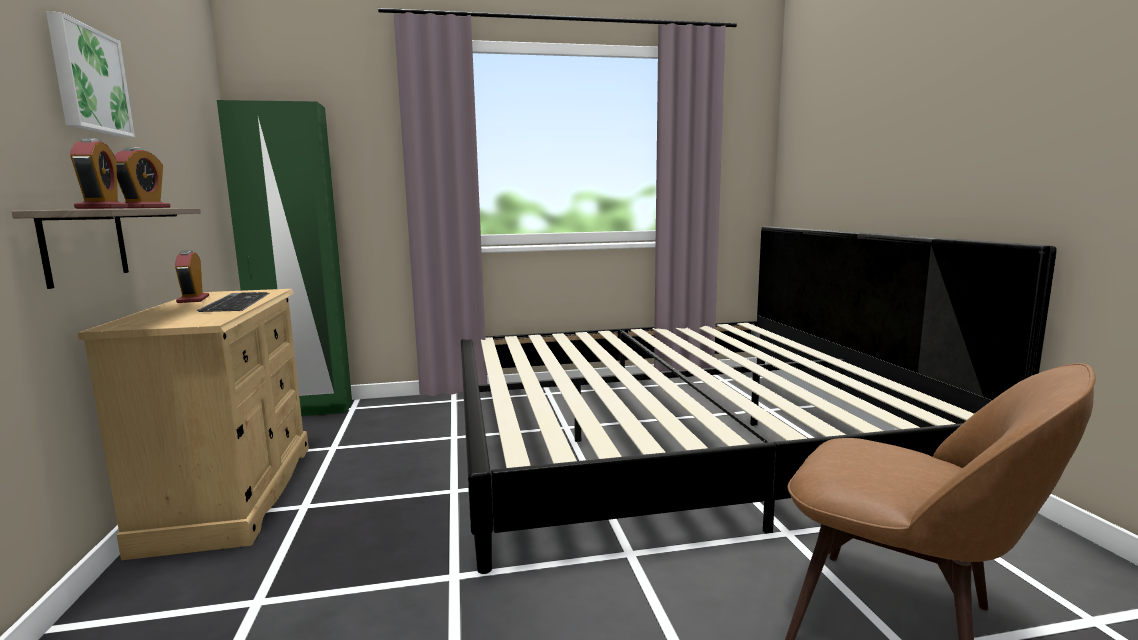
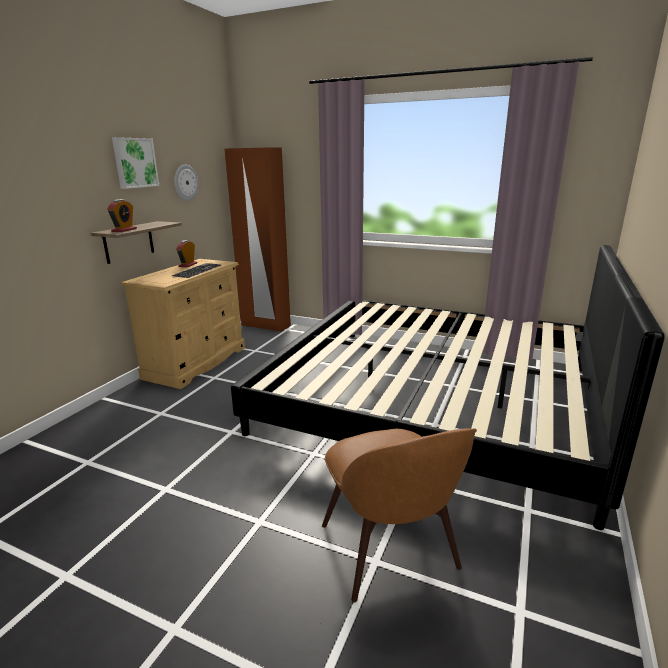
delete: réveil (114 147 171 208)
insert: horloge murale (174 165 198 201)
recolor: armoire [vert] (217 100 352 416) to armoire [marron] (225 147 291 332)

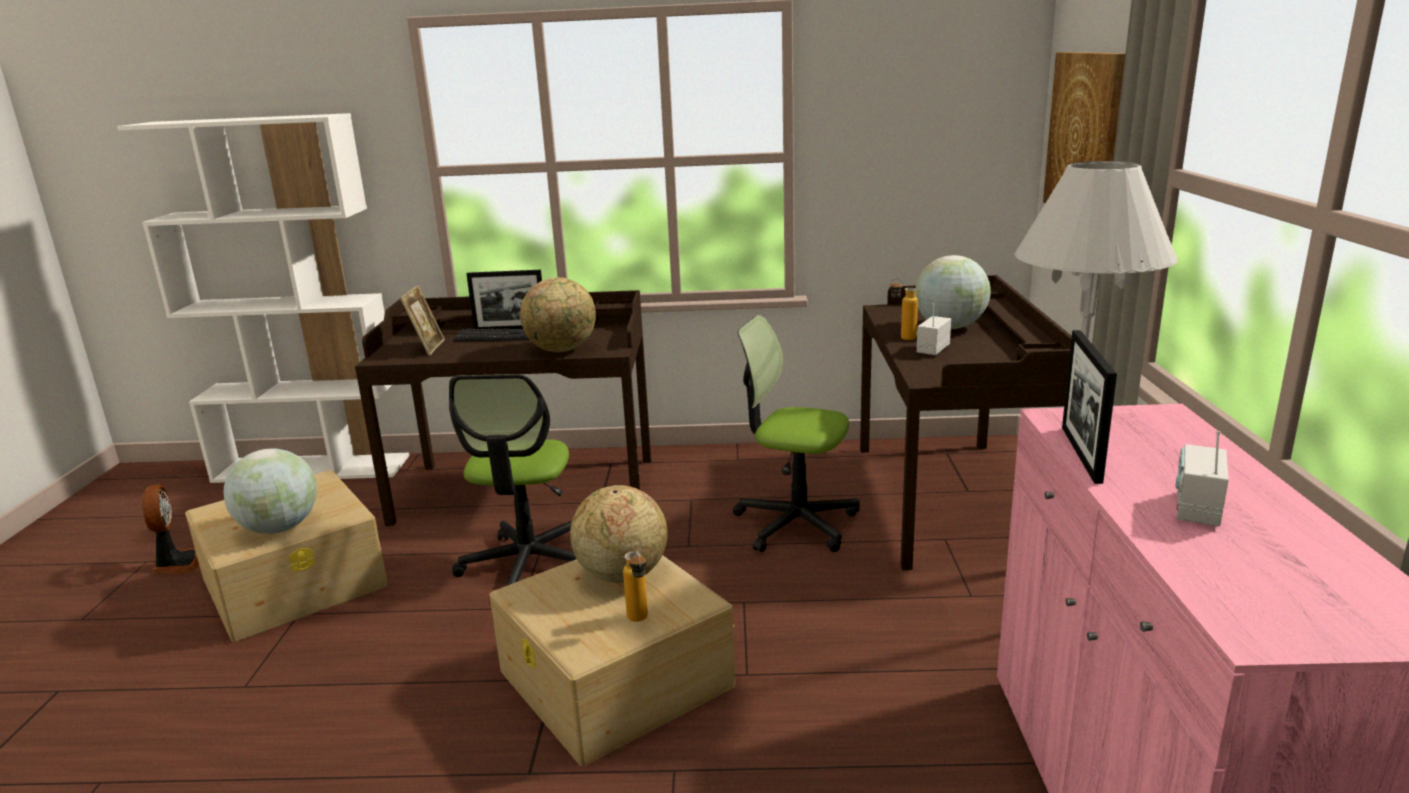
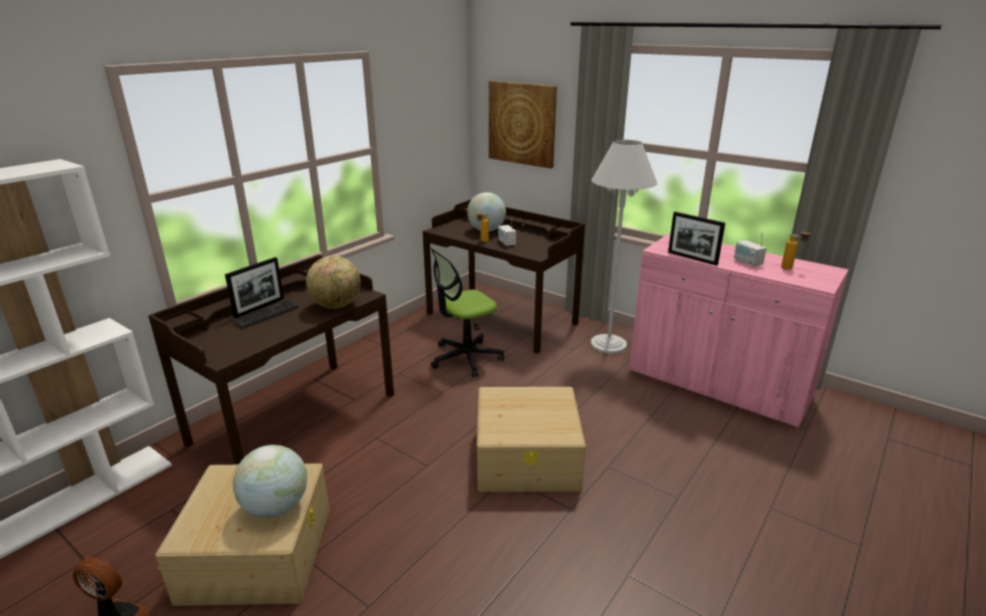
delete: cadre photo (400 285 445 356); chaise de bureau (449 374 576 585); globe (570 485 668 583)
move: bouteille (623 550 648 622) to (781 228 811 270)

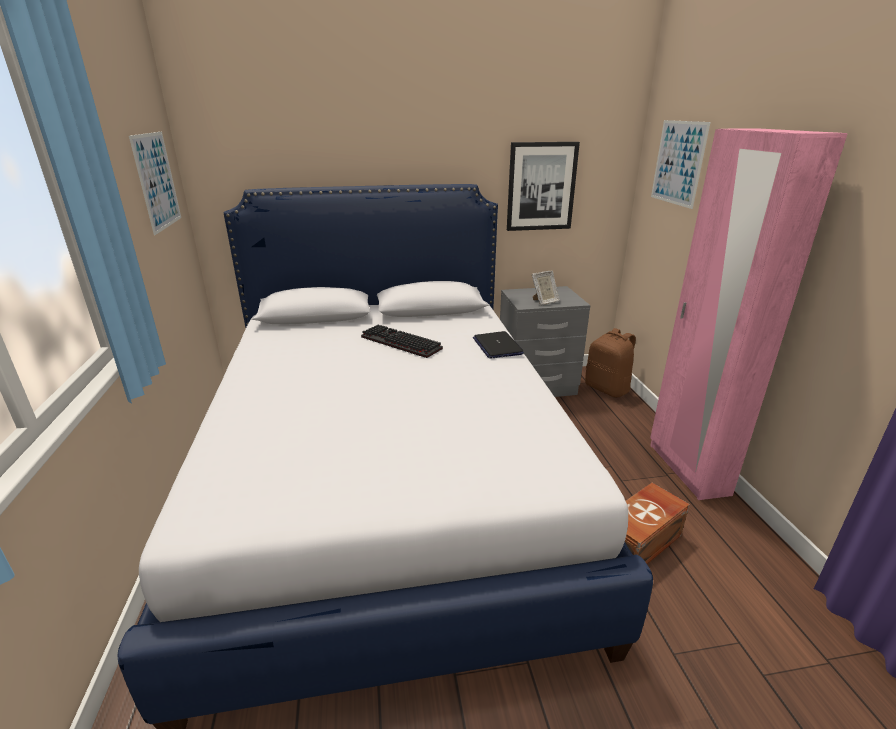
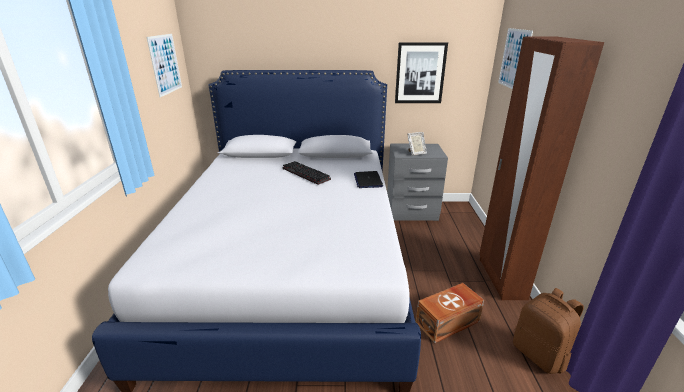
move: sac à dos [marron] (585 328 636 398) to (513 288 584 374)
recolor: armoire [rose] (650 128 848 500) to armoire [marron] (479 36 604 300)

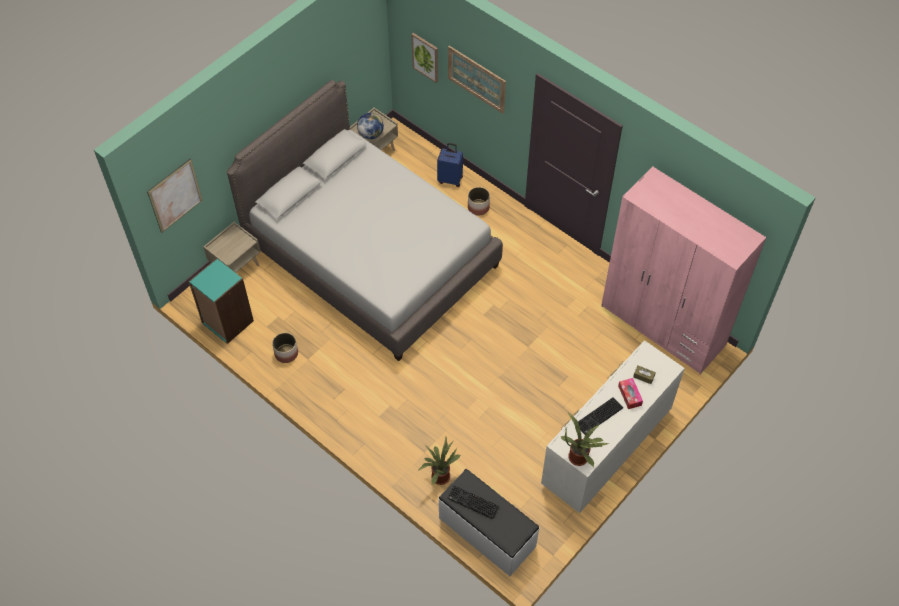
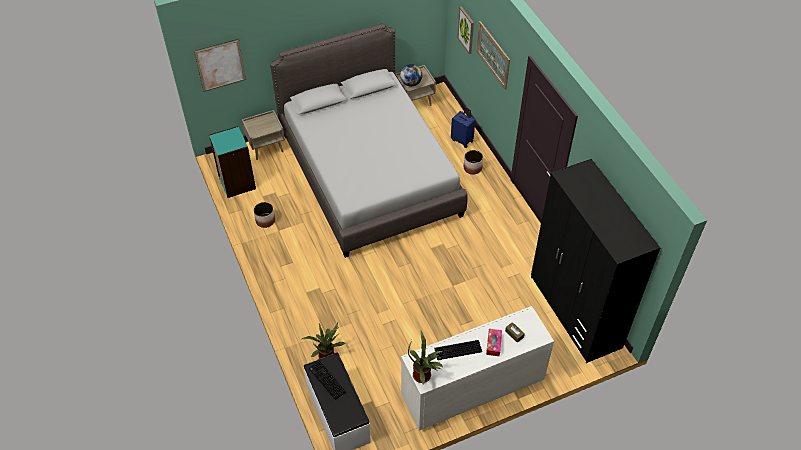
recolor: armoire [rose] (601 167 766 374) to armoire [noir] (531 159 660 363)

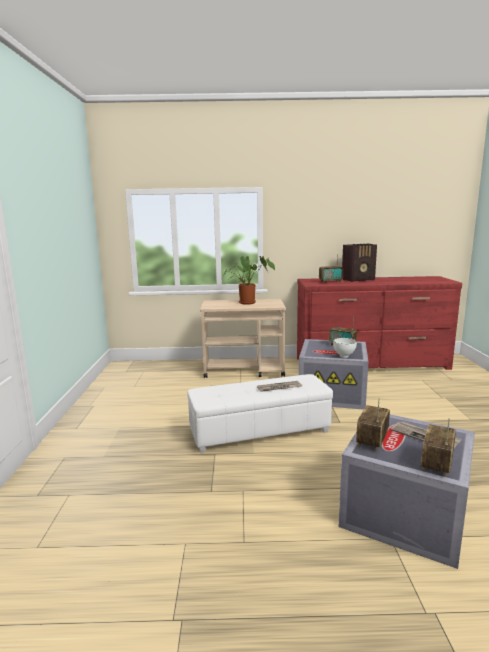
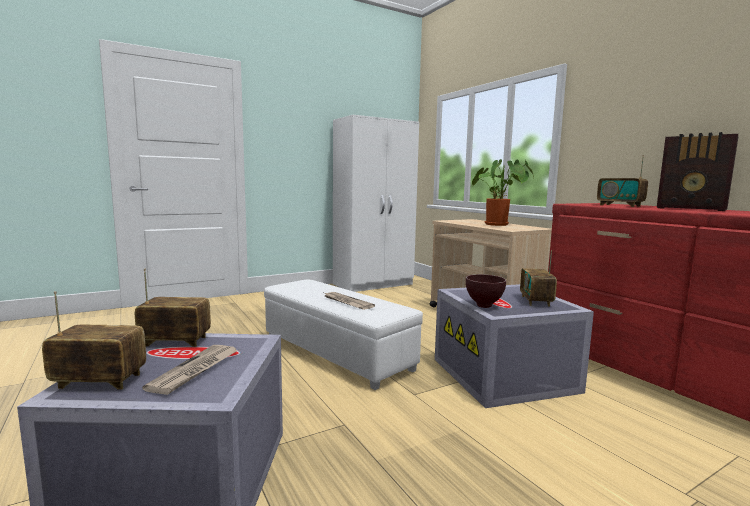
insert: armoire [blanc] (333 115 419 292)
recolor: bol [blanc] (333 338 357 358) to bol [marron] (466 274 506 308)

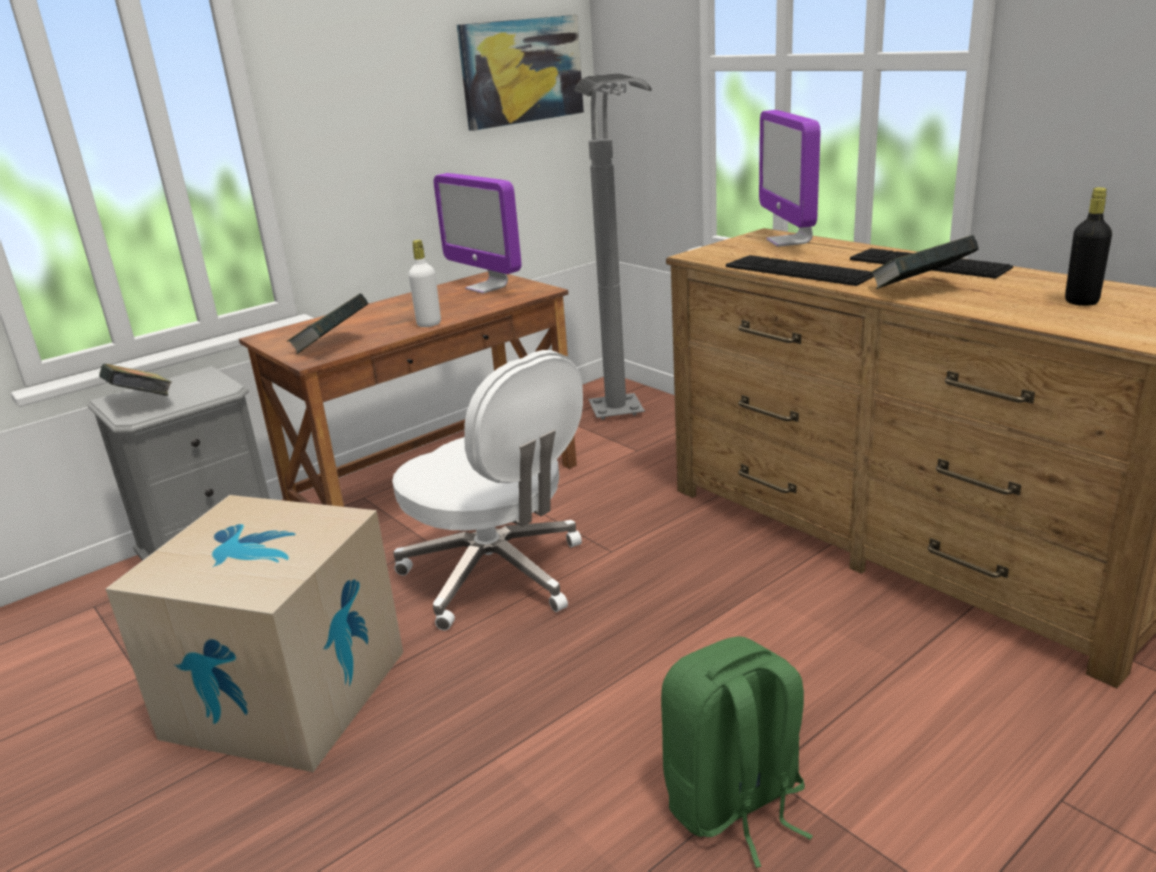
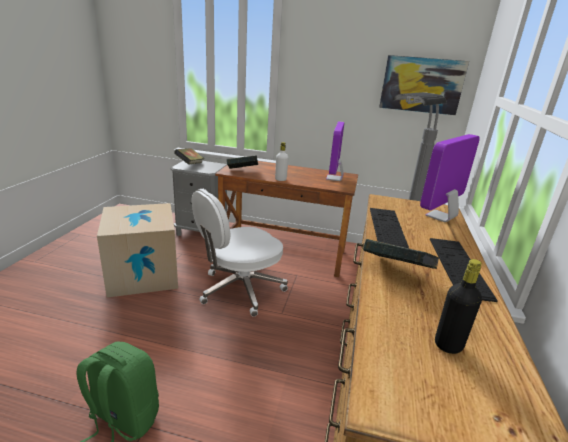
rotate: chaise de bureau [blanc] (392 350 583 631) = (192 189 288 317) 45 degrees clockwise

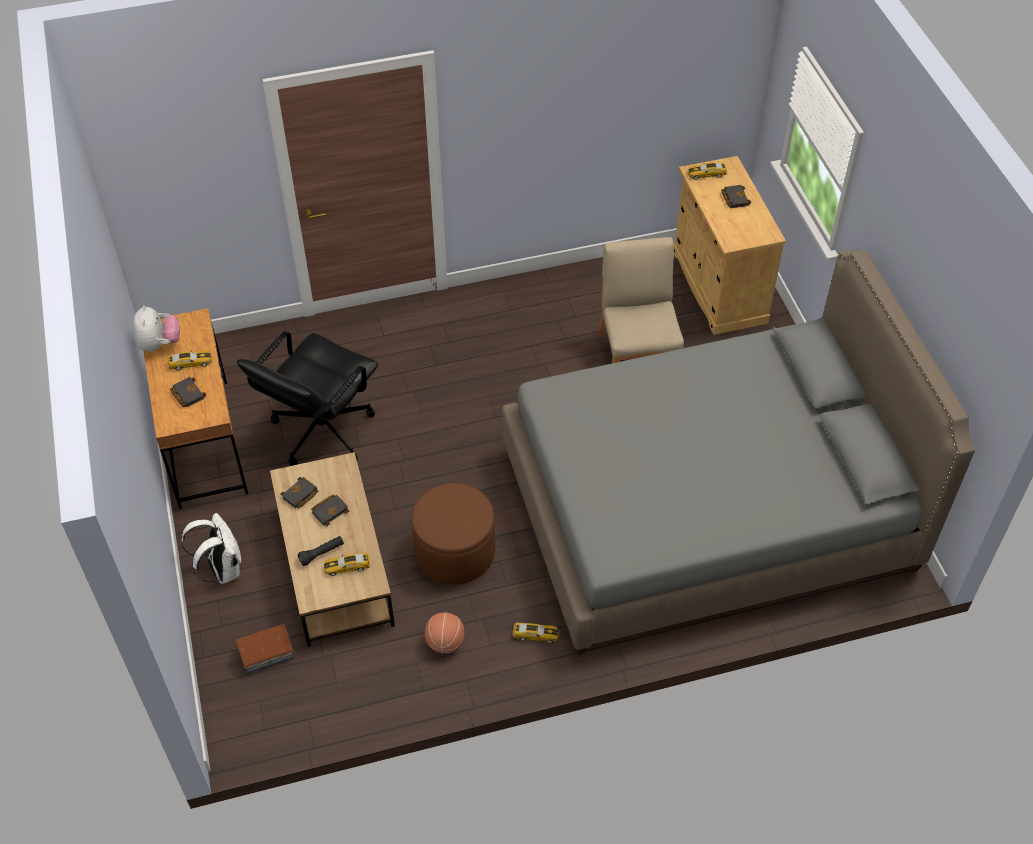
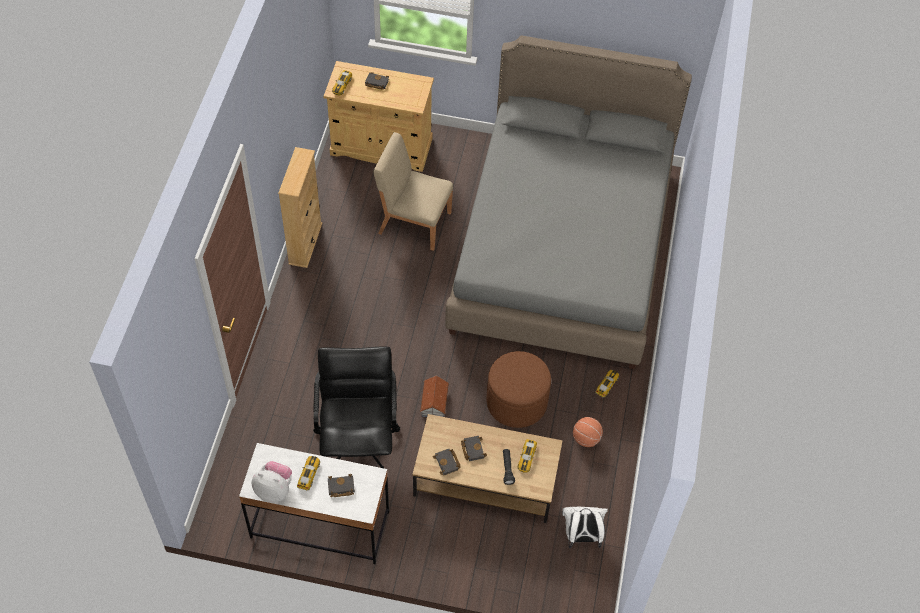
insert: bibliothèque [beige] (278 147 322 268)
move: sac à dos [blanc] (182 513 241 584) to (562 507 608 548); maison miniature (236 624 294 674) to (420 375 449 417)
recolor: bureau [marron] (143 308 248 509) to bureau [blanc] (239 443 389 564)
rotate: chaise de bureau [noir] (237 331 378 466) = (313 347 400 469) 150 degrees counterclockwise

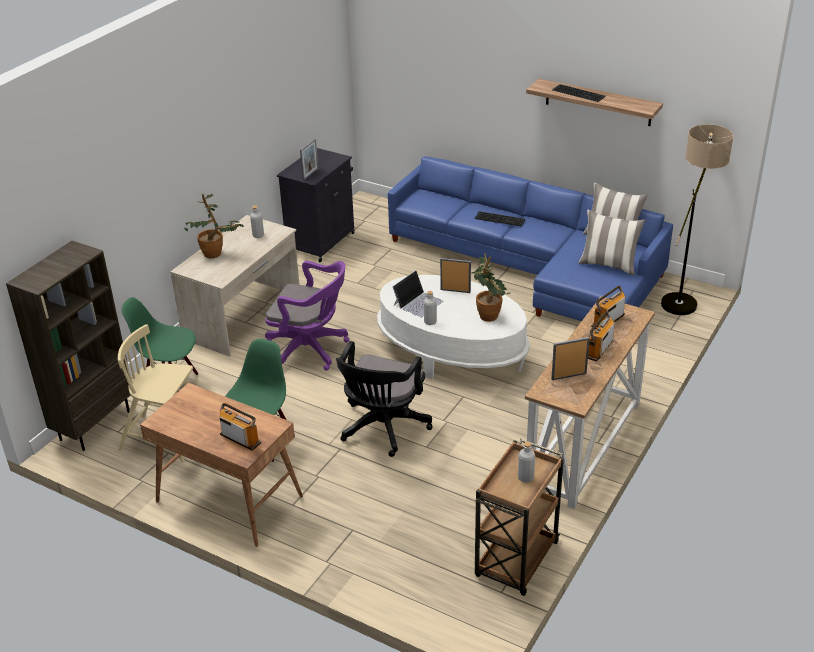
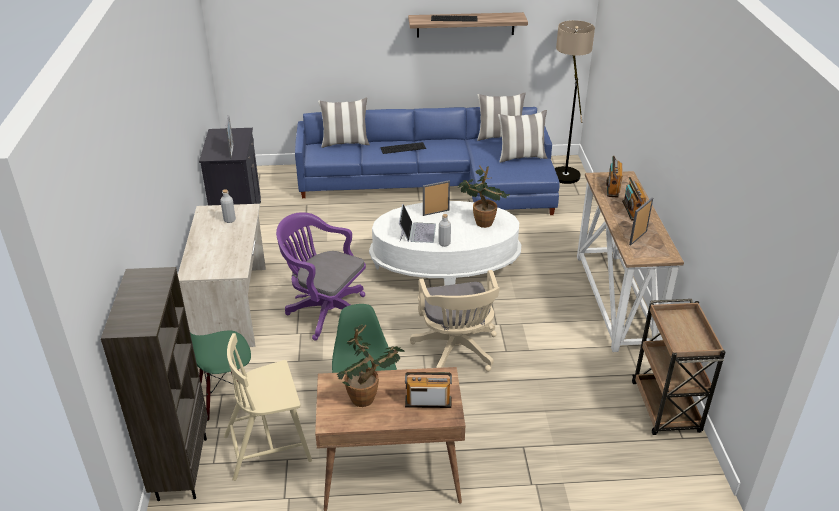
delete: bouteille [gris] (518 442 535 483)
insert: coussin (318 98 370 148)
move: plante en pot (184 193 244 258) to (337 325 404 407)
recolor: chaise de bureau [noir] (336 341 432 457) to chaise de bureau [beige] (410 270 500 372)
rotate: chaise de bureau [violet] (265 261 349 371) = (276 212 366 340) 135 degrees counterclockwise

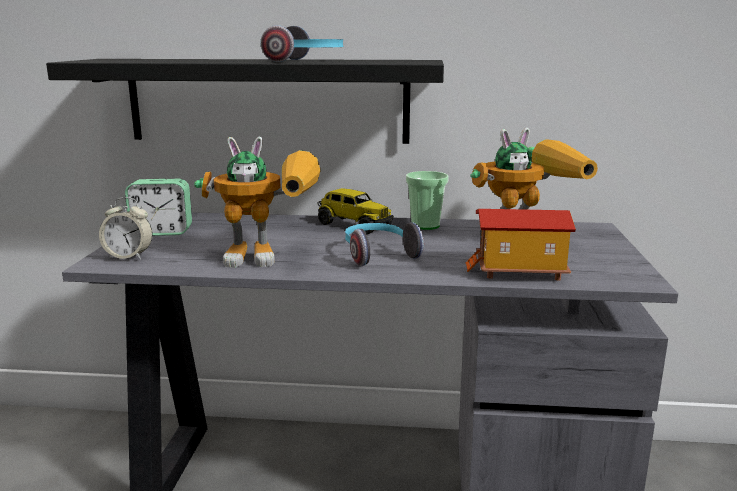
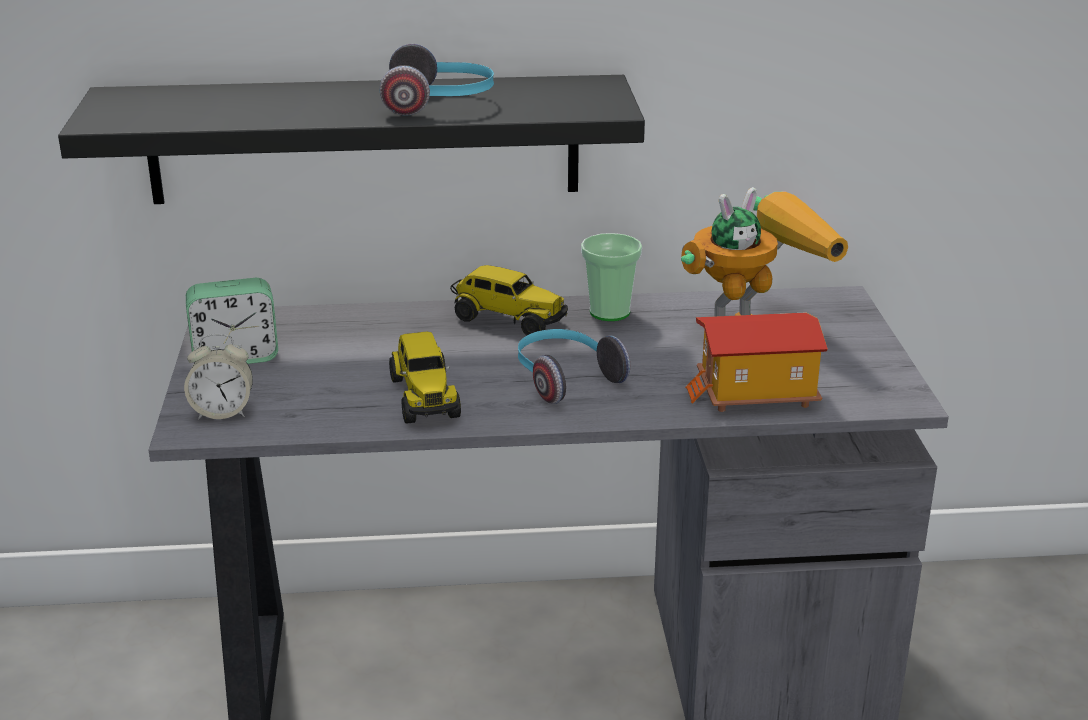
replace: robot jouet (194 137 321 268) to camion jouet (389 332 461 423)

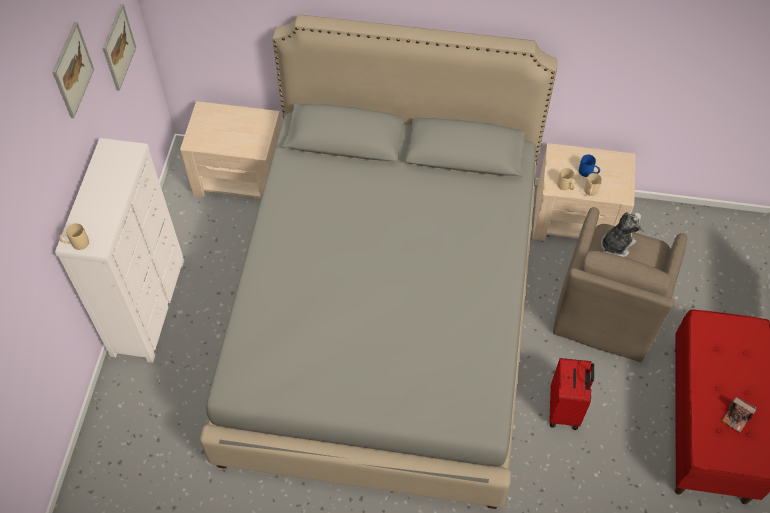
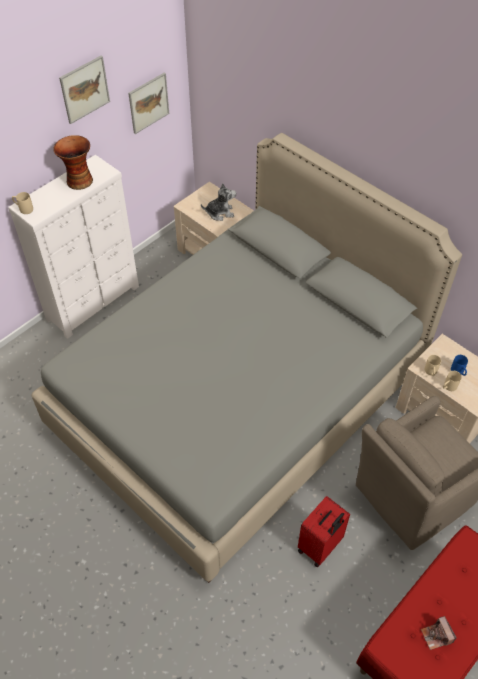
insert: vase (53 135 93 190)
move: peluche (601 212 642 257) to (201 183 236 221)

